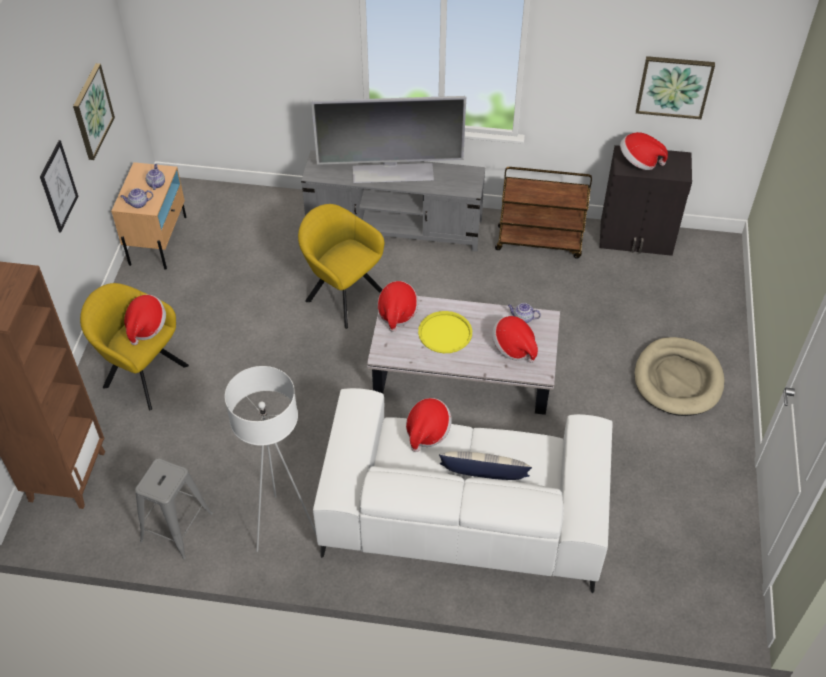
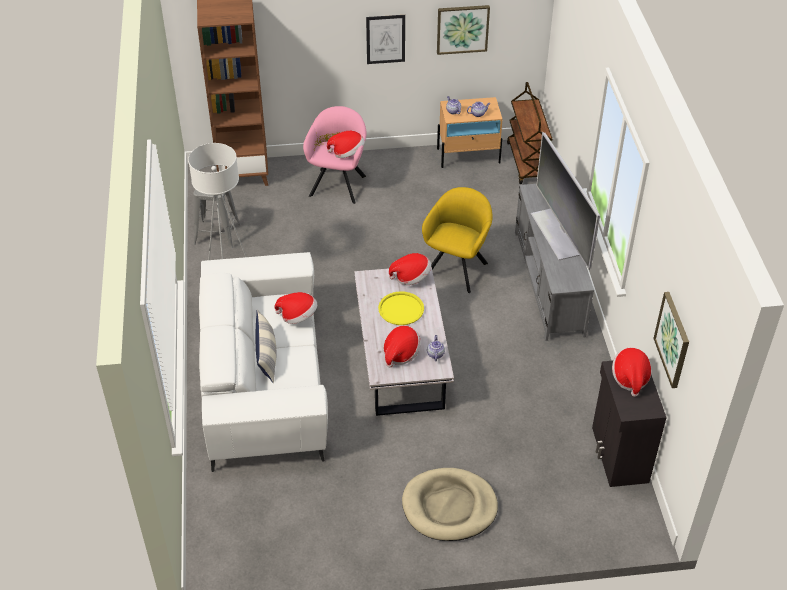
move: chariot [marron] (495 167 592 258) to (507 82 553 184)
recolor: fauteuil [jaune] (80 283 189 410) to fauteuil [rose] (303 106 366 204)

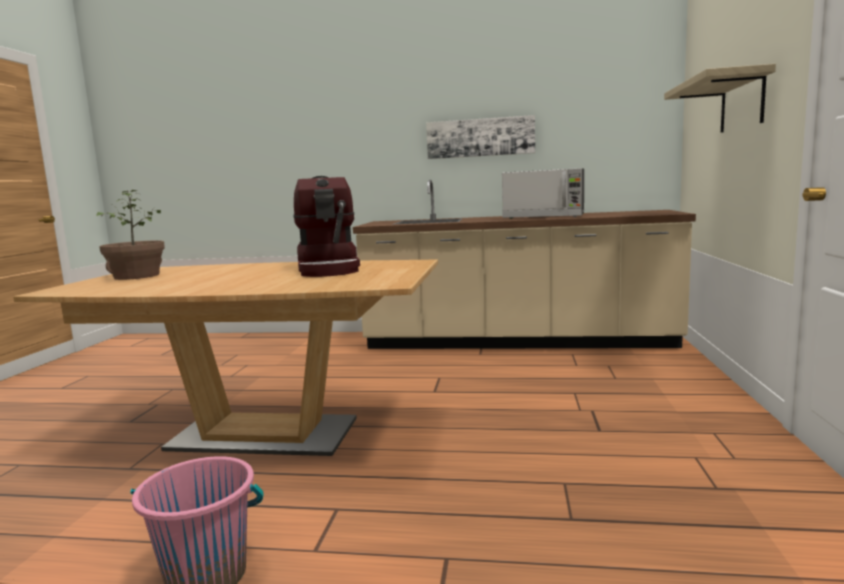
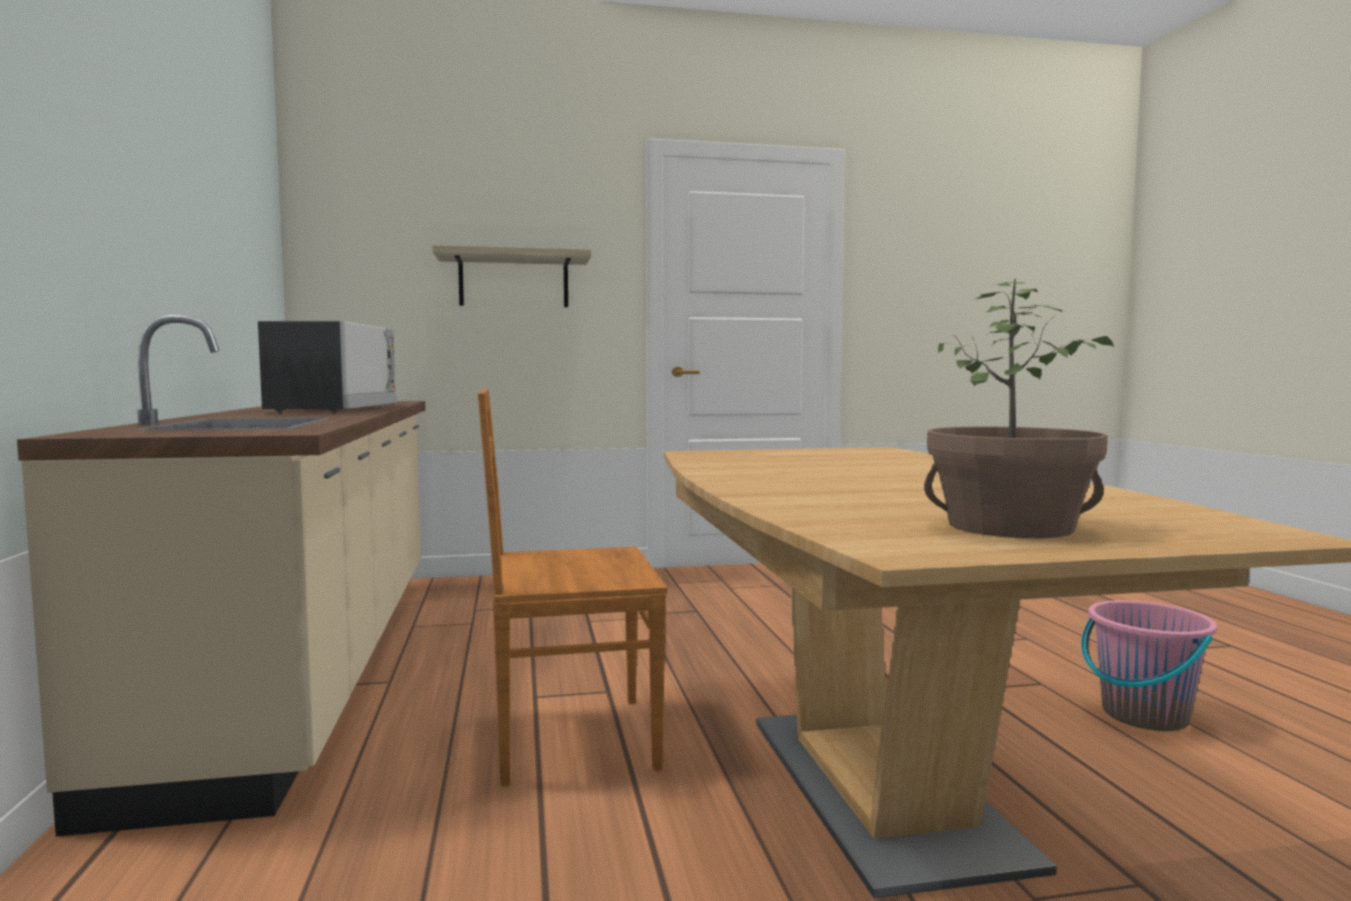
delete: machine à café (294 176 360 277); tableau (426 115 535 159)
insert: chaise [marron] (478 389 667 786)

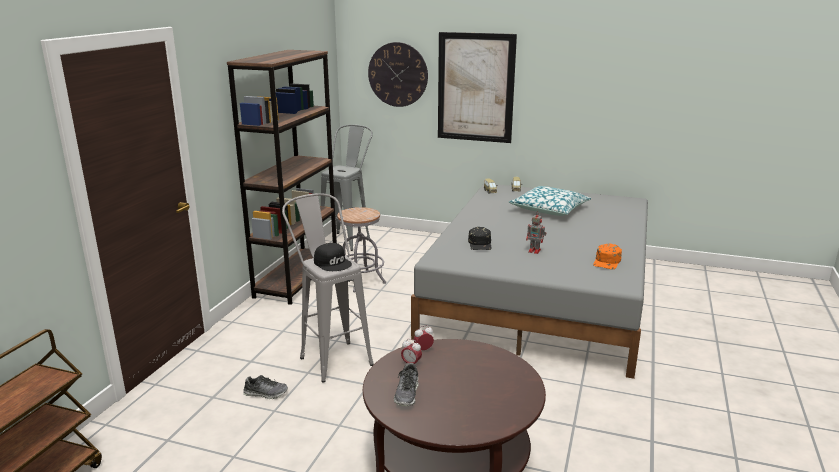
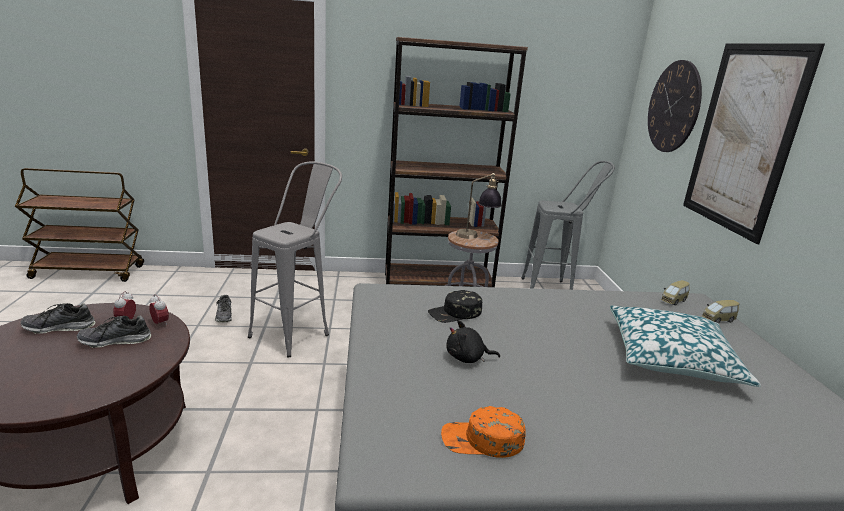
delete: casquette [noir] (314 243 352 271)
insert: chaussure (77 315 151 348); lampe de table (456 173 502 239)
replace: robot jouet (526 211 546 254) to peluche [noir] (446 320 500 363)

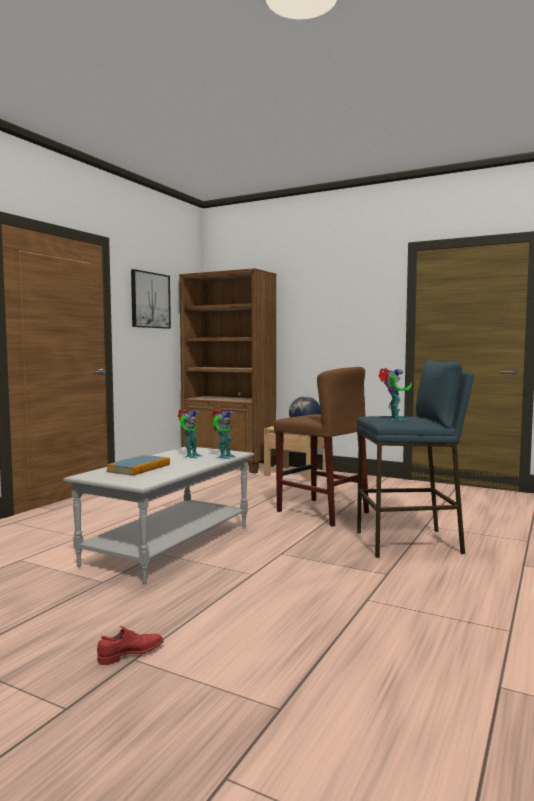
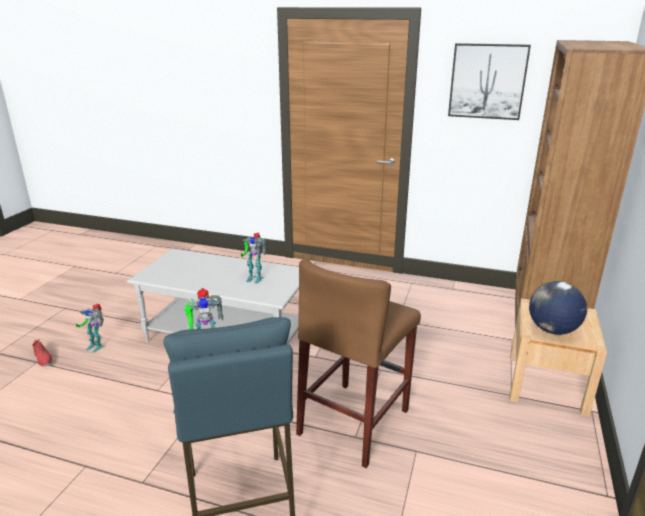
delete: livre (106 455 170 476)
move: robot jouet (213 409 236 459) to (76 304 105 353)

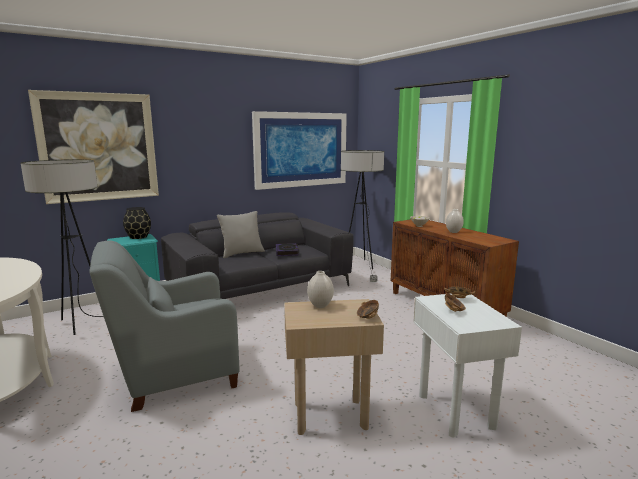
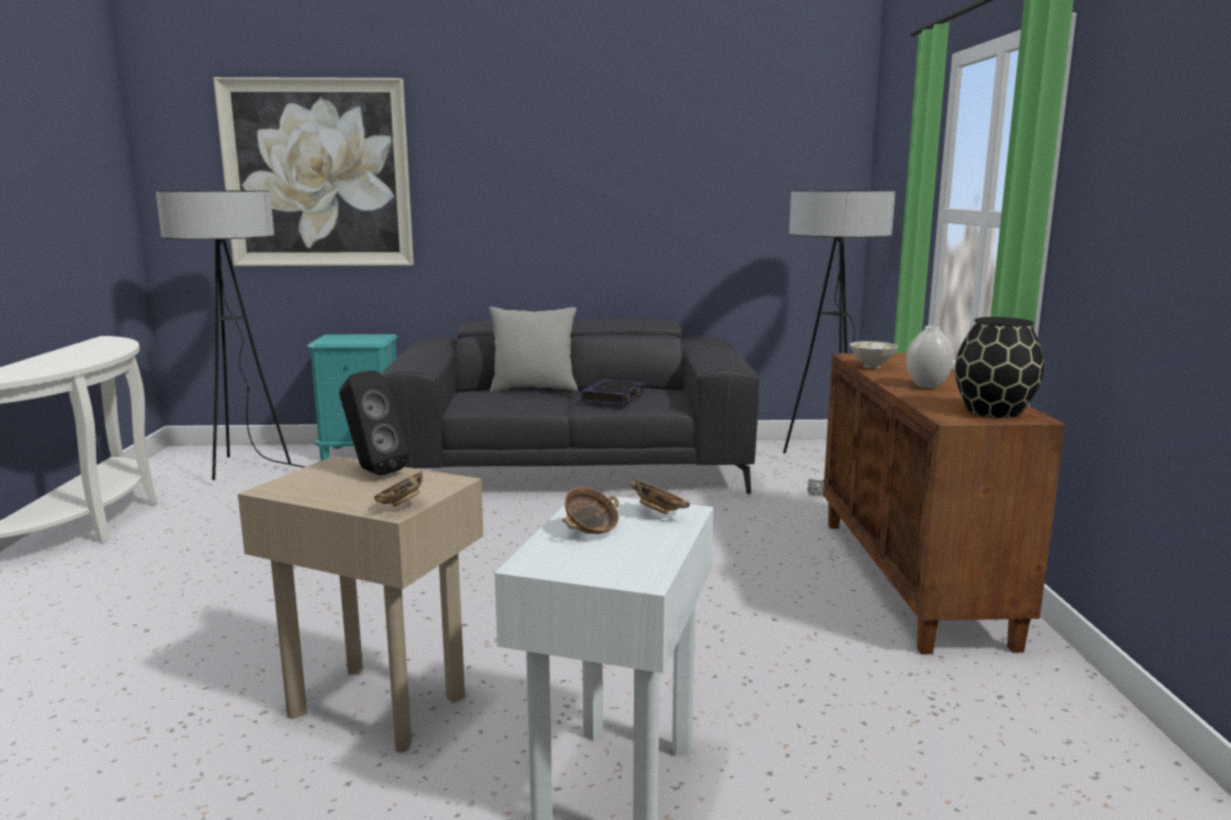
delete: fauteuil [gris] (89 240 240 412); tableau (252 111 347 190)
move: vase [noir] (123 207 151 239) to (955 317 1044 418)
replace: vase [blanc] (307 271 334 308) to enceinte [noir] (339 370 409 476)

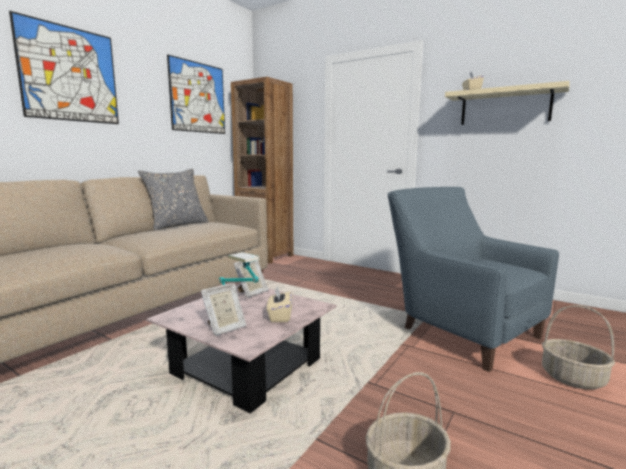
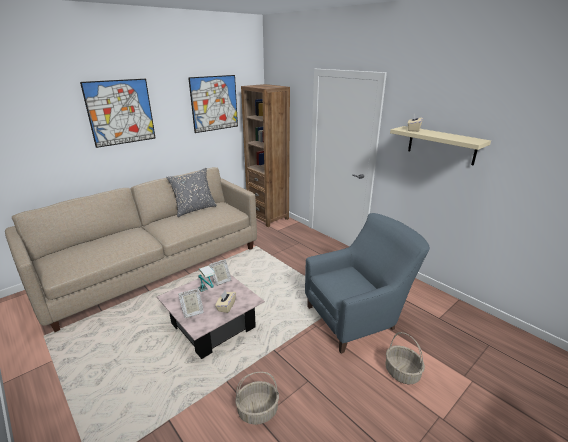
rotate: fauteuil [bleu] (388 187 559 372) = (305 213 430 354) 90 degrees clockwise

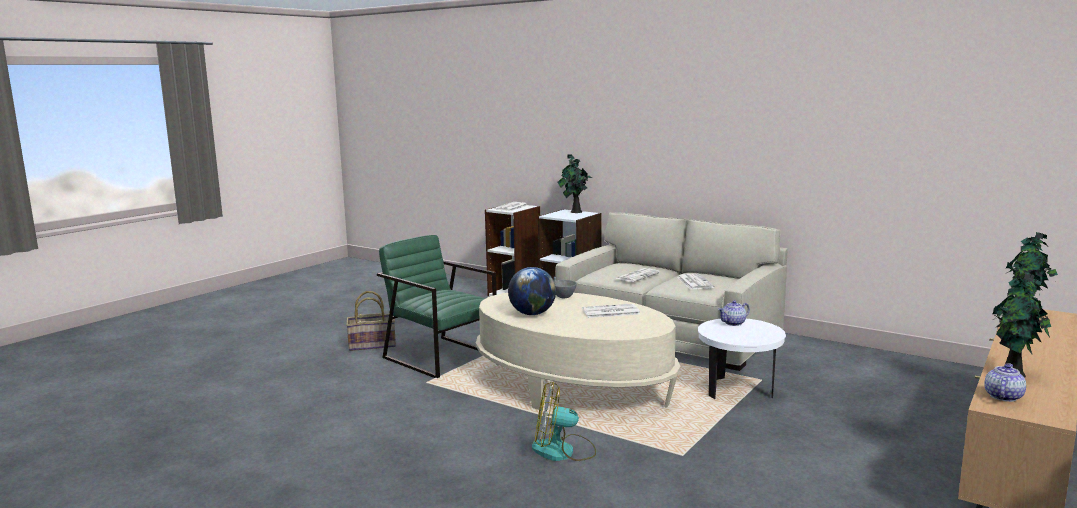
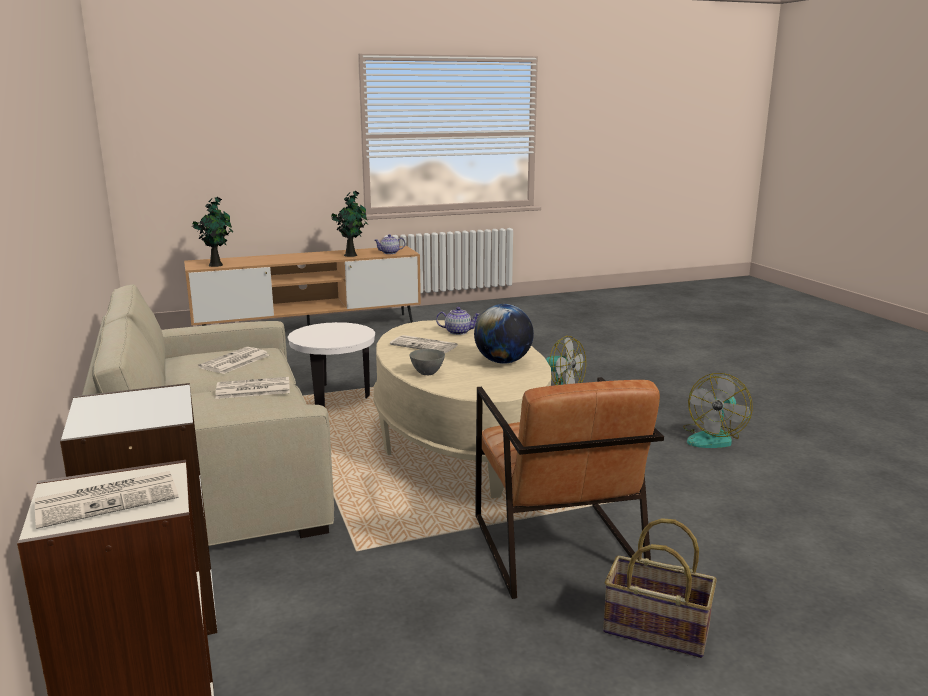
delete: plante en pot (557 154 592 213)
insert: ventilateur (683 373 753 448)
move: théière (718 301 750 326) to (436 307 481 335)
recolor: fauteuil [vert] (377 235 497 378) to fauteuil [marron] (475 377 664 599)

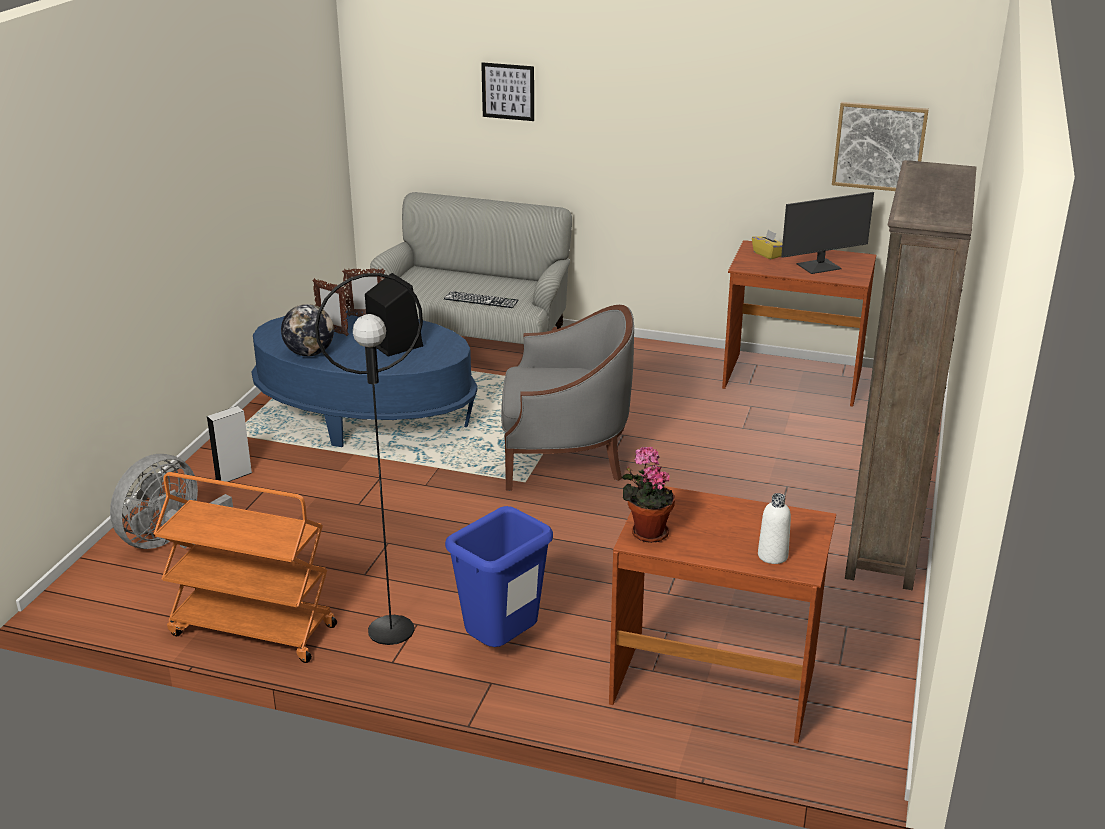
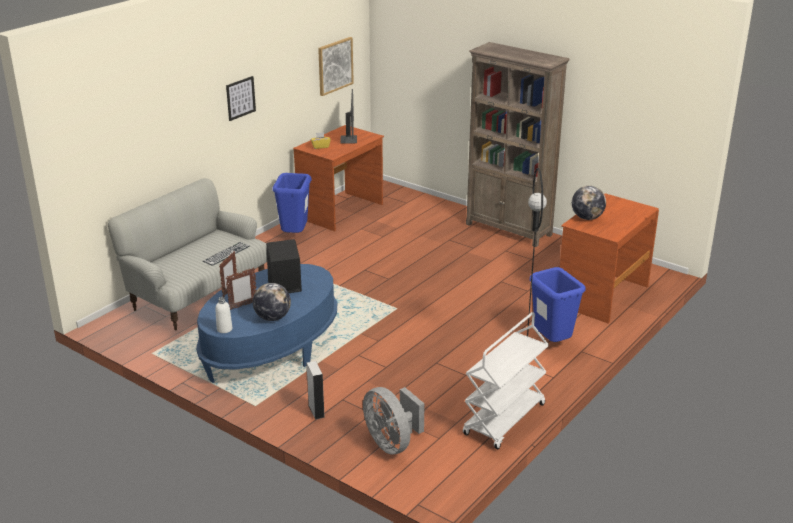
delete: fauteuil [gris] (501 305 634 491); plante en pot (622 447 675 543)
insert: poubelle [bleu] (272 173 311 233); globe (572 186 606 220)
move: tableau (481 62 534 121) to (226 76 256 121); bouteille [blanc] (758 493 791 564) to (215 297 232 333)
recolor: chariot [orange] (154 472 337 663) to chariot [blanc] (463 312 549 450)

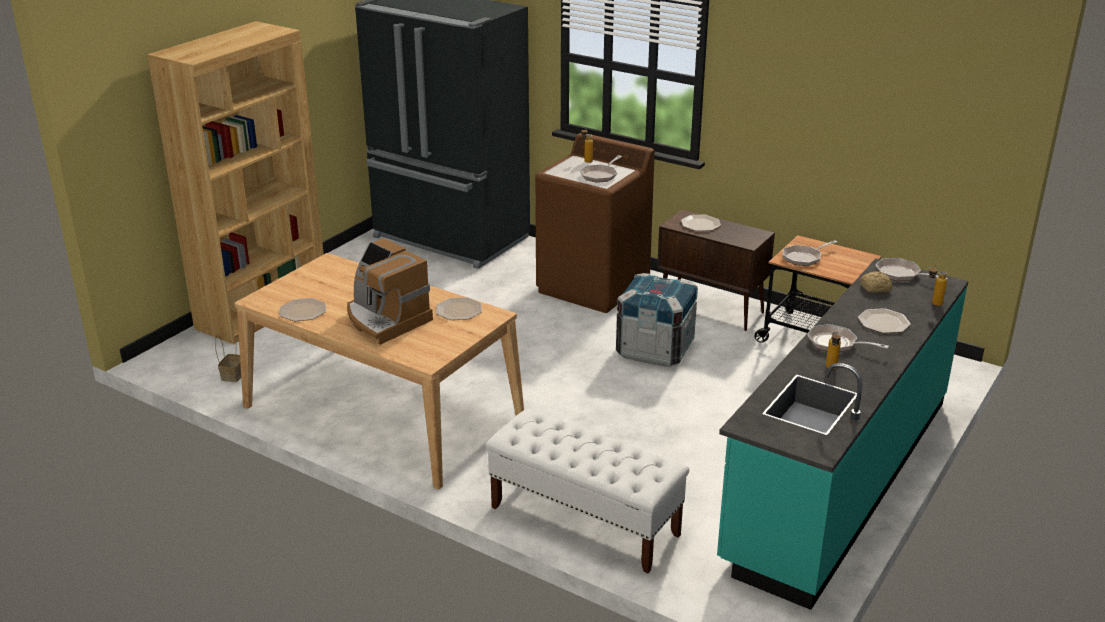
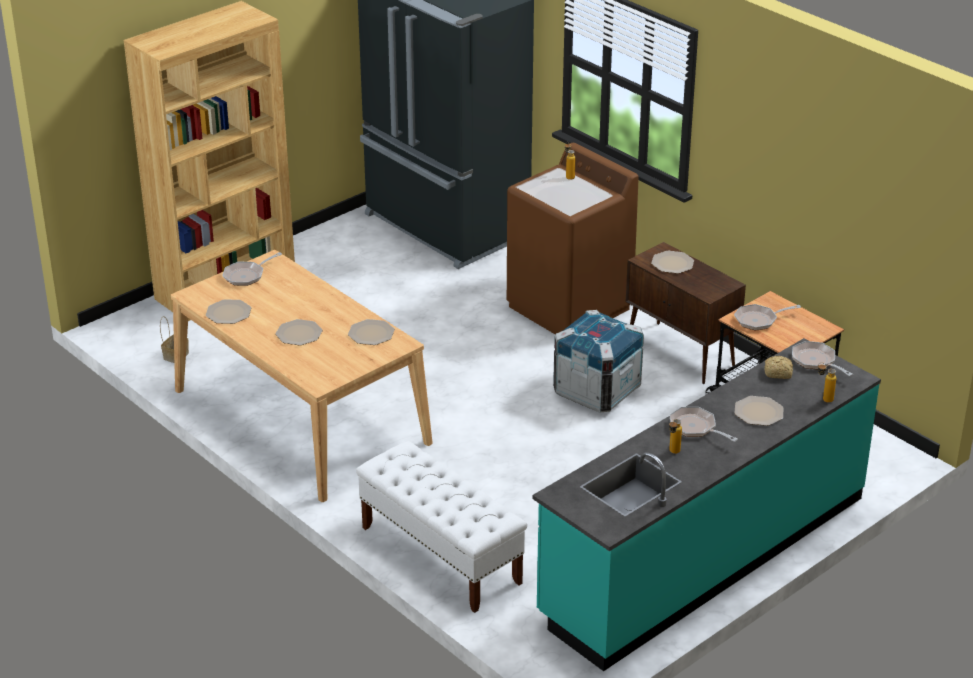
move: poêle (580 155 622 183) to (222 252 282 286)
replace: machine à café (347 238 433 345) to assiette (275 319 323 346)

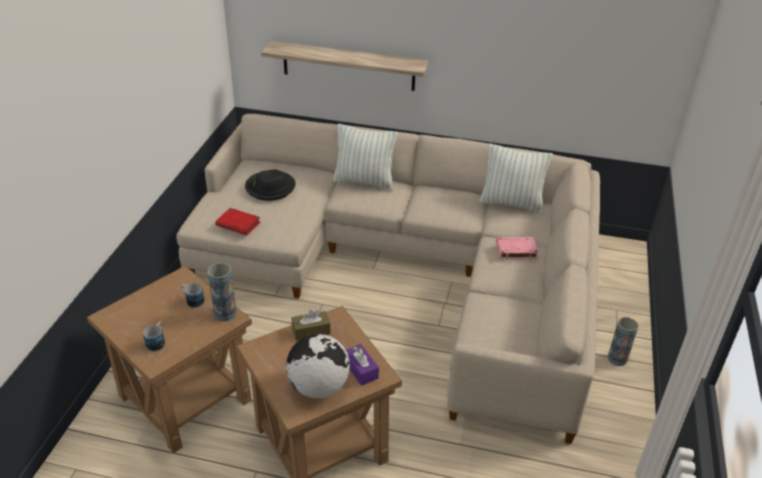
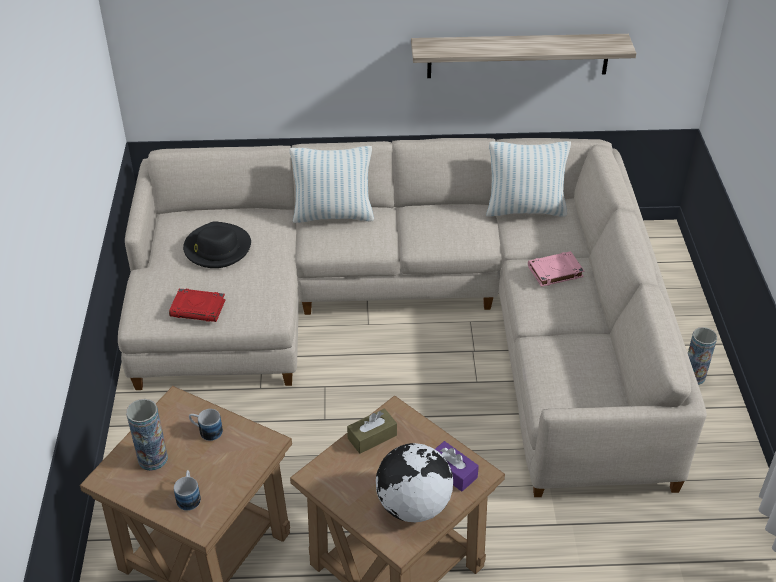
move: vase (207 263 237 321) to (126 399 168 471); étagère (261 41 429 91) to (411 34 636 78)

